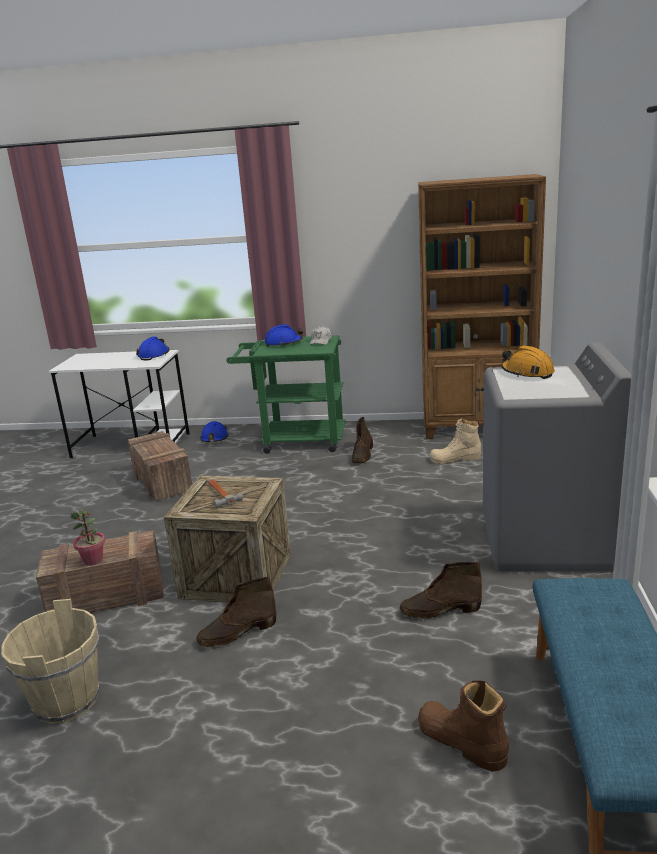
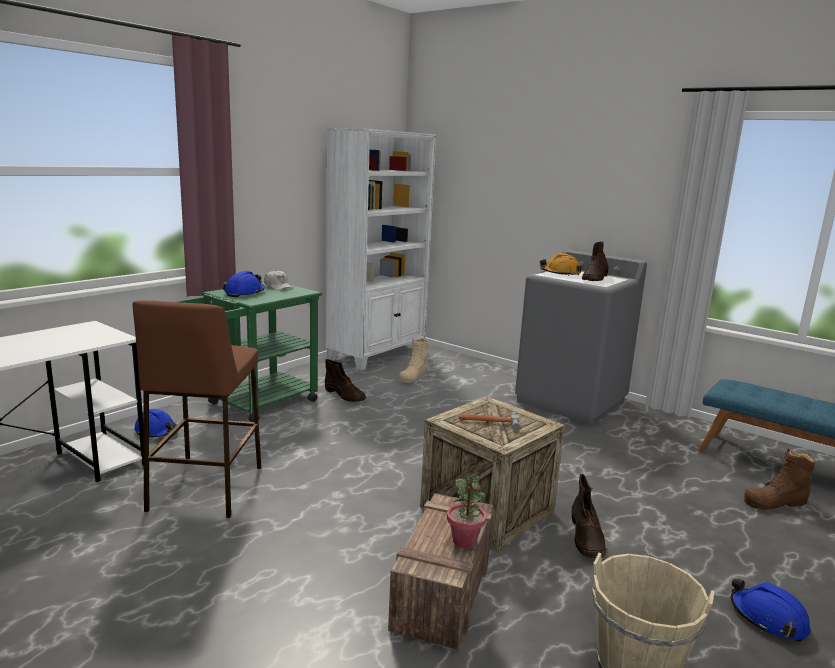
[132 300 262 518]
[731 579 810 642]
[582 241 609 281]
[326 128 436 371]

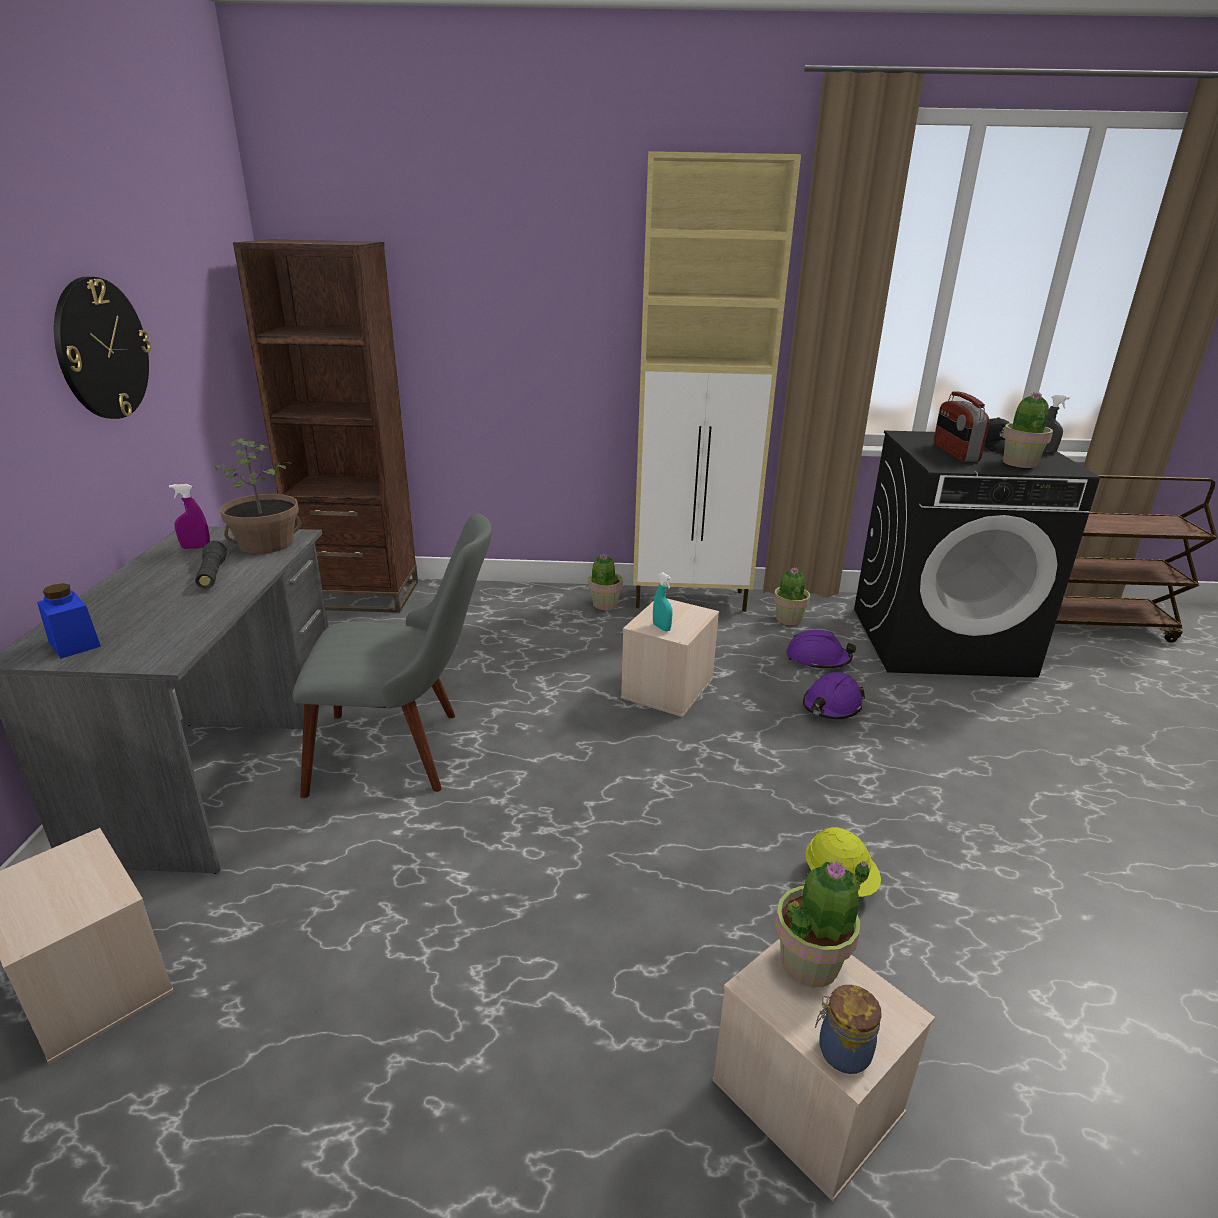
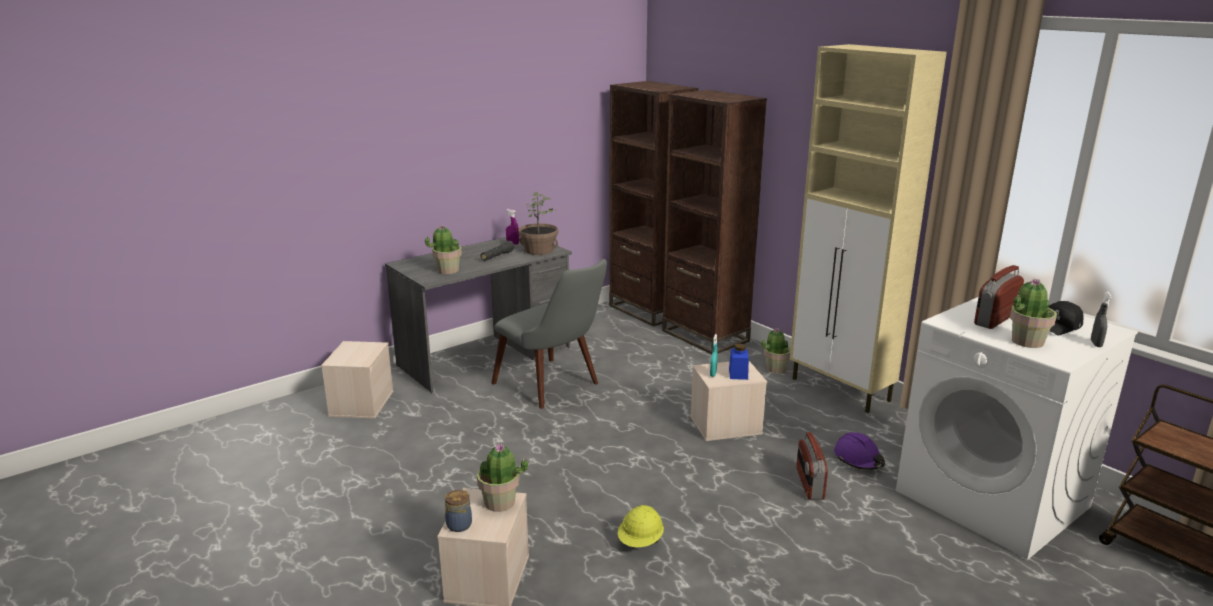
[729 344 749 380]
[54 277 151 419] (first image)
[425 225 462 274]
[796 432 828 500]
[896 297 1138 560]
[662 90 767 354]

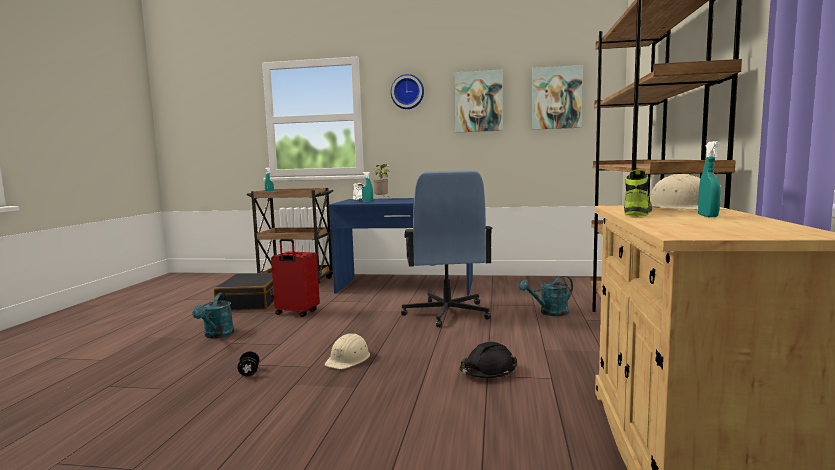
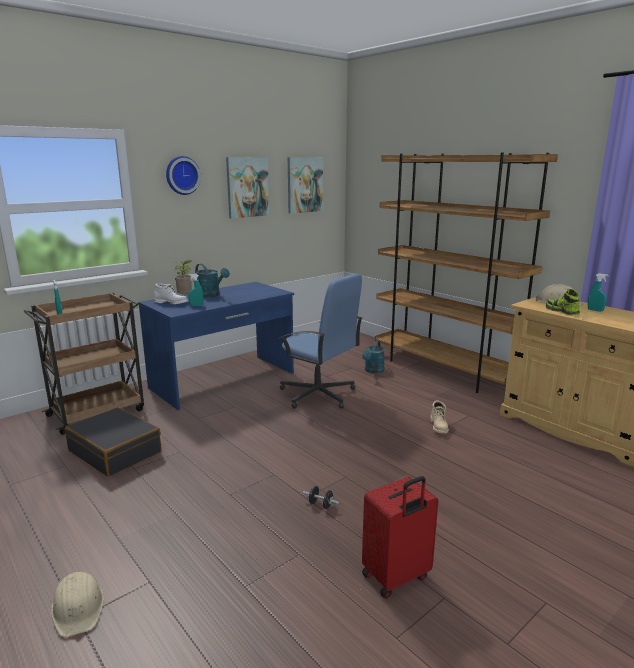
[195 264 230 297]
[362 476 438 599]
[51 572 104 637]
[430 401 449 434]

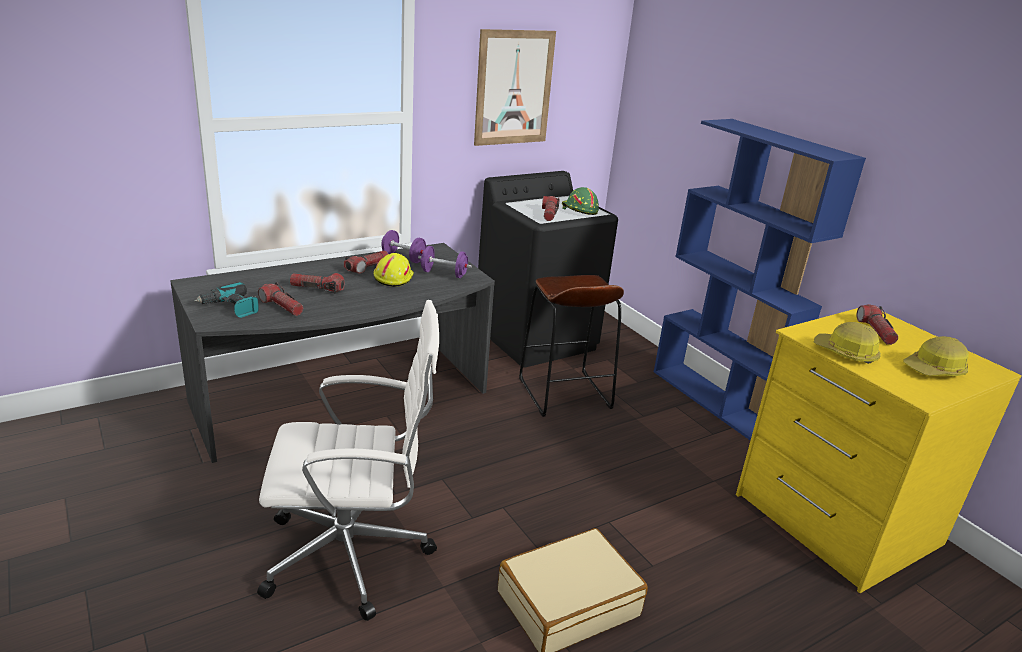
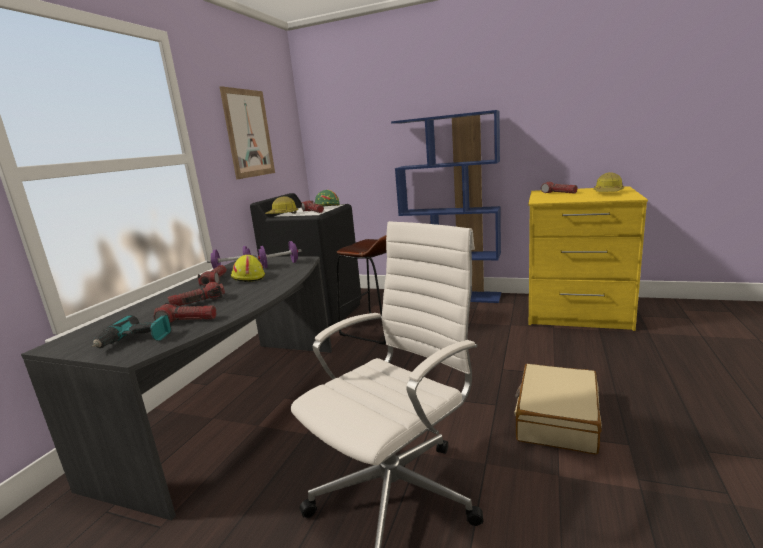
[265 196 298 214]

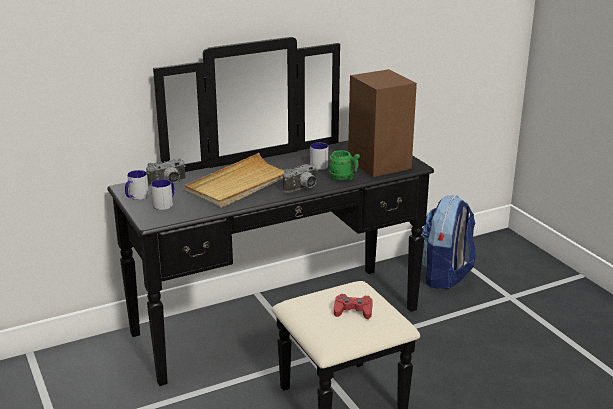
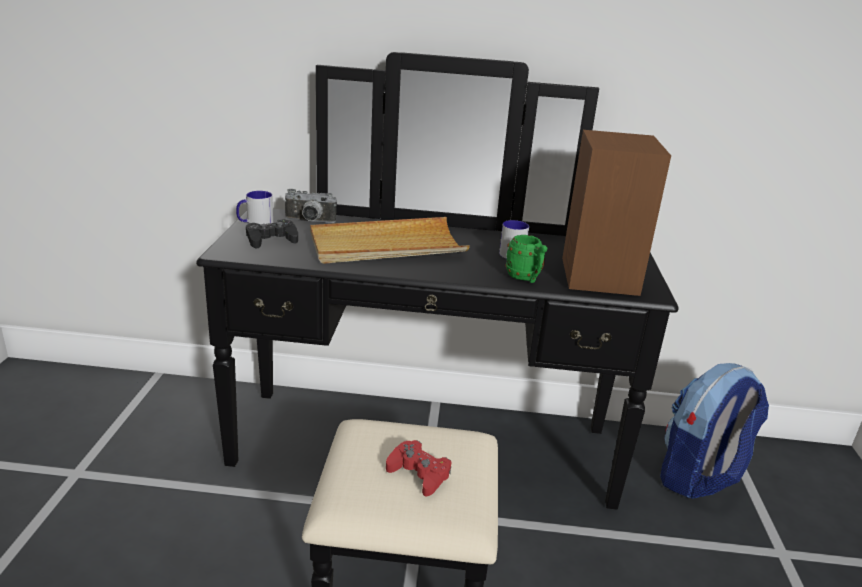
[246 219 298 248]
[283 163 318 193] (first image)

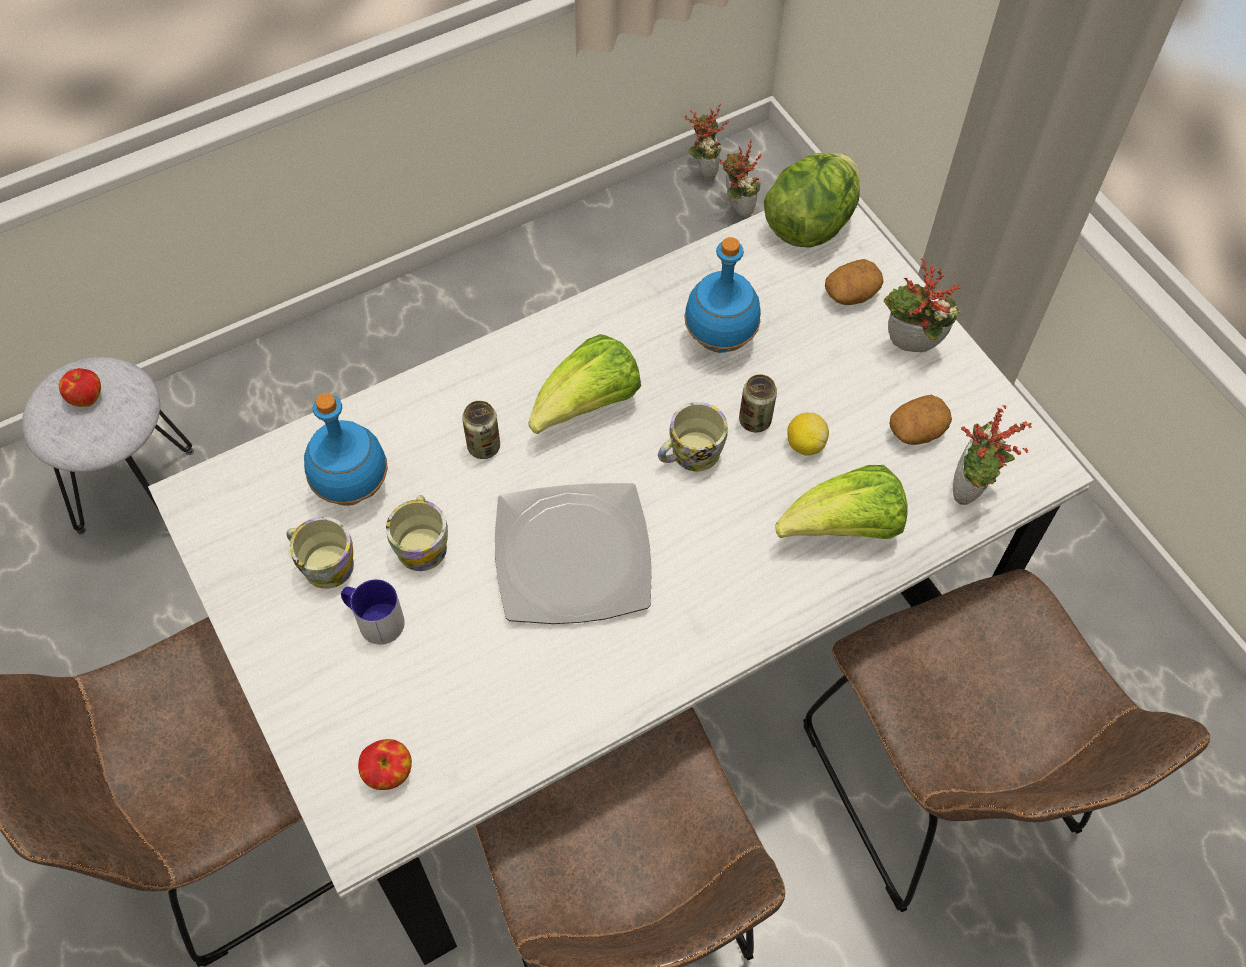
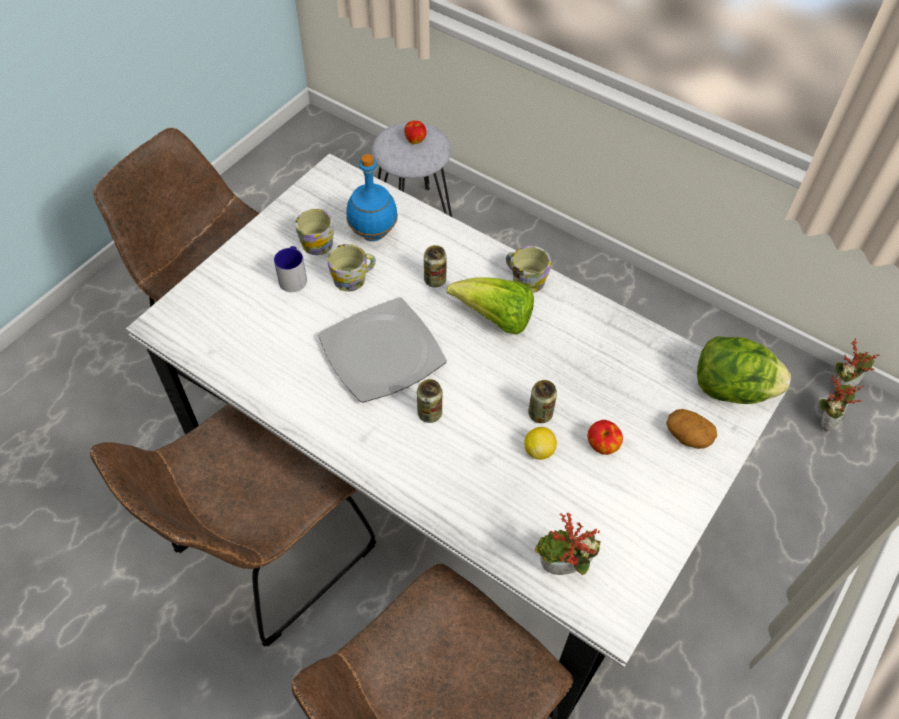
[588 420 623 455]
[506 246 551 293]
[684 237 761 353] (first image)
[775 465 908 539] (first image)
[884 258 961 352] (first image)
[889 395 952 445] (first image)
[417 379 442 423]

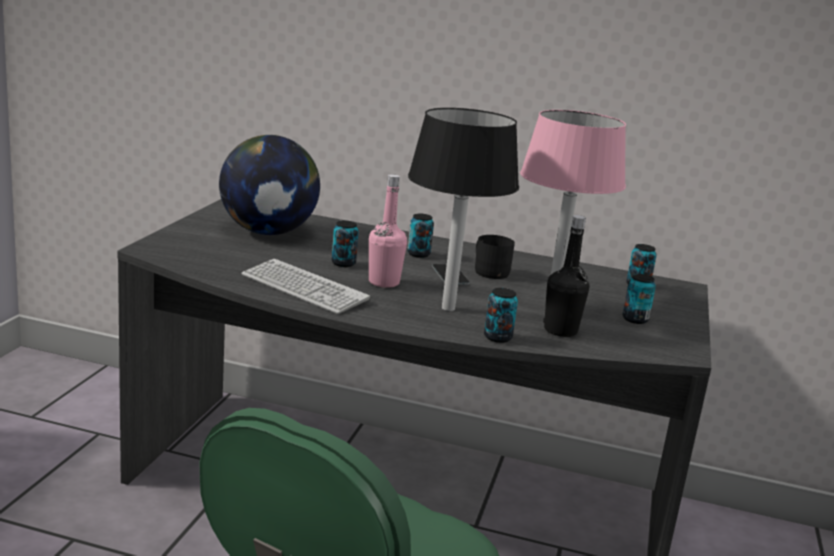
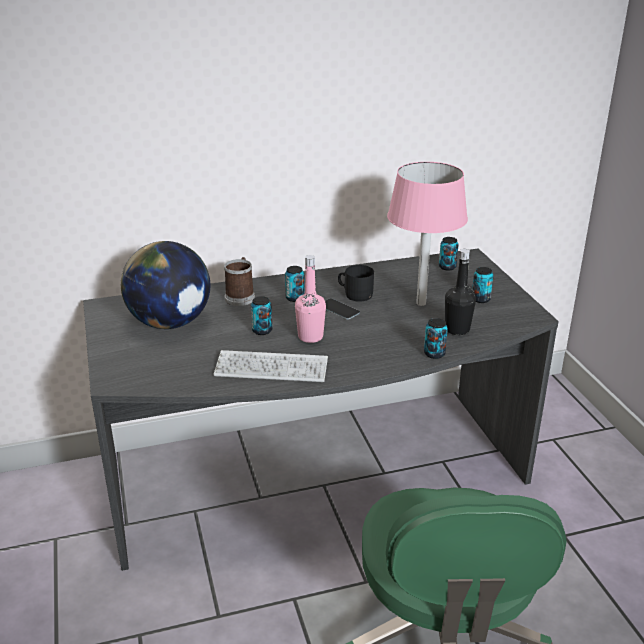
[408 108 519 311] (first image)
[224 257 255 306]

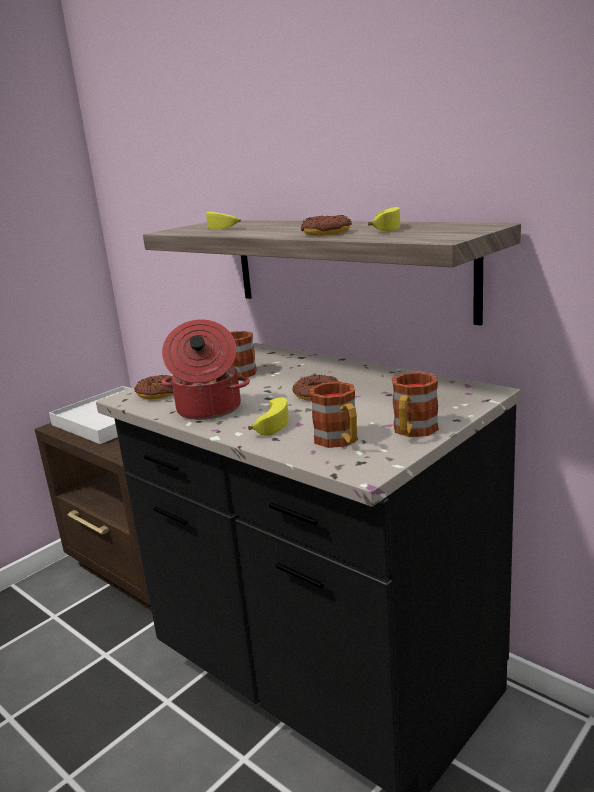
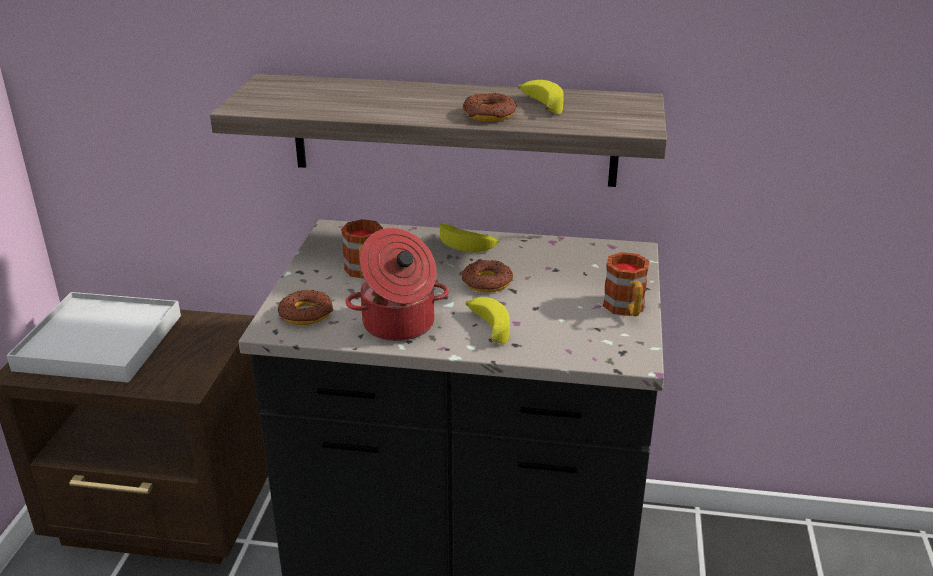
[440 224 500 252]
[310 382 358 448] (first image)

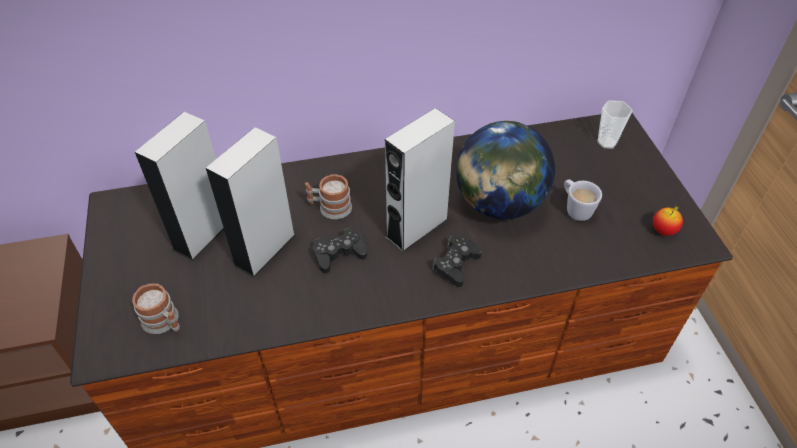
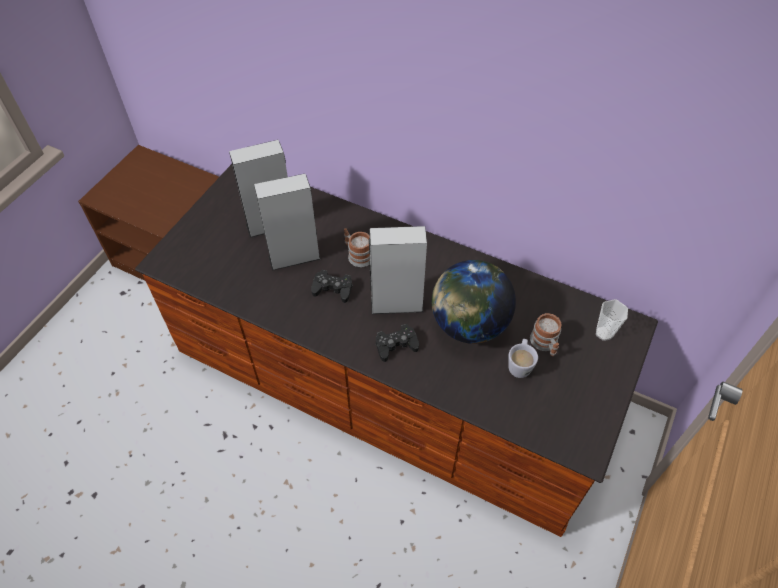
[530 313 561 356]
[653 206 683 236] (first image)

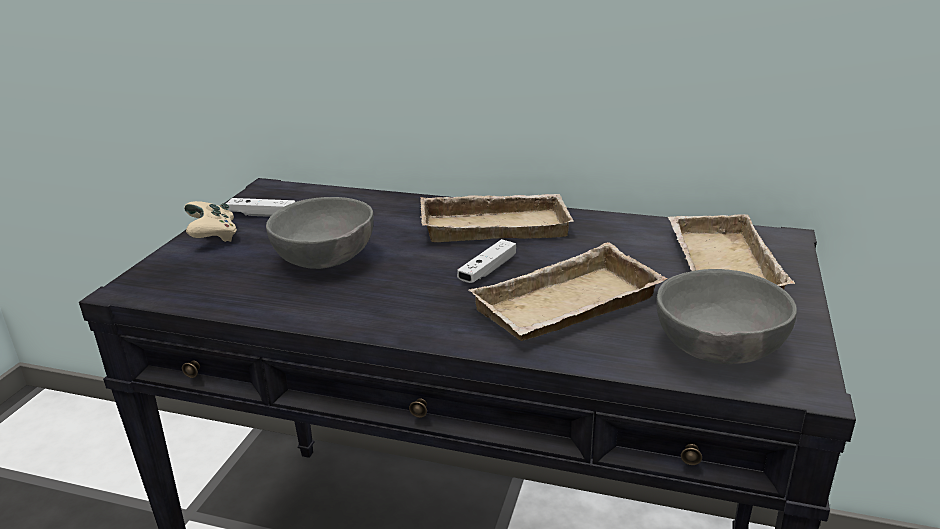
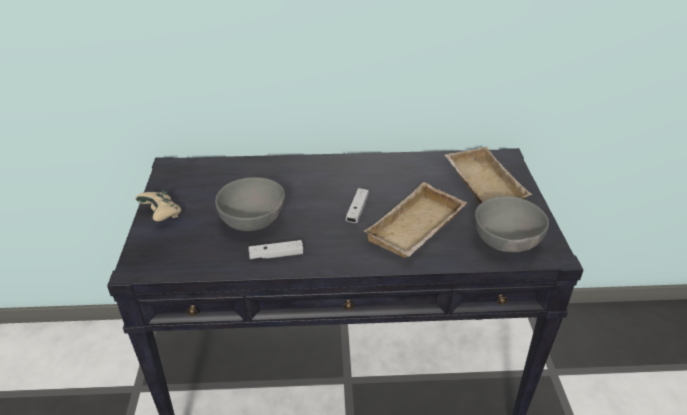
[249 240 303 259]
[420 194 574 242] (first image)

